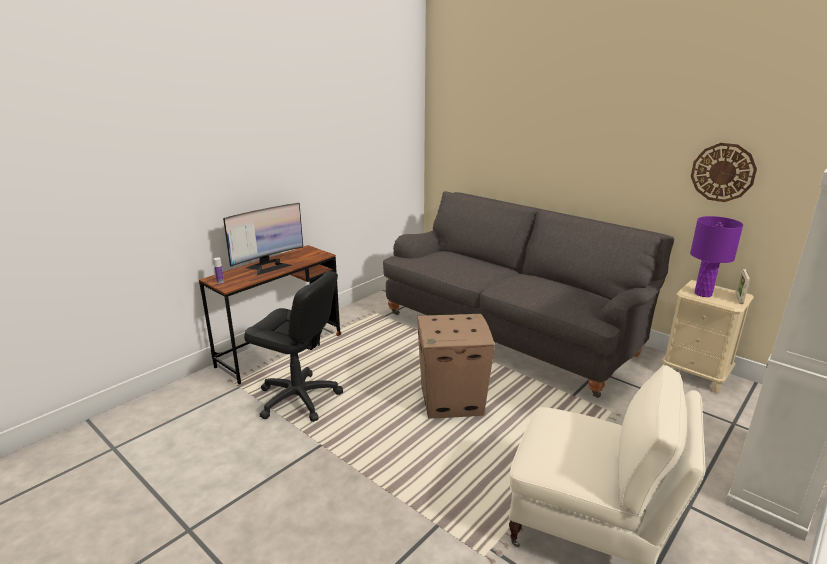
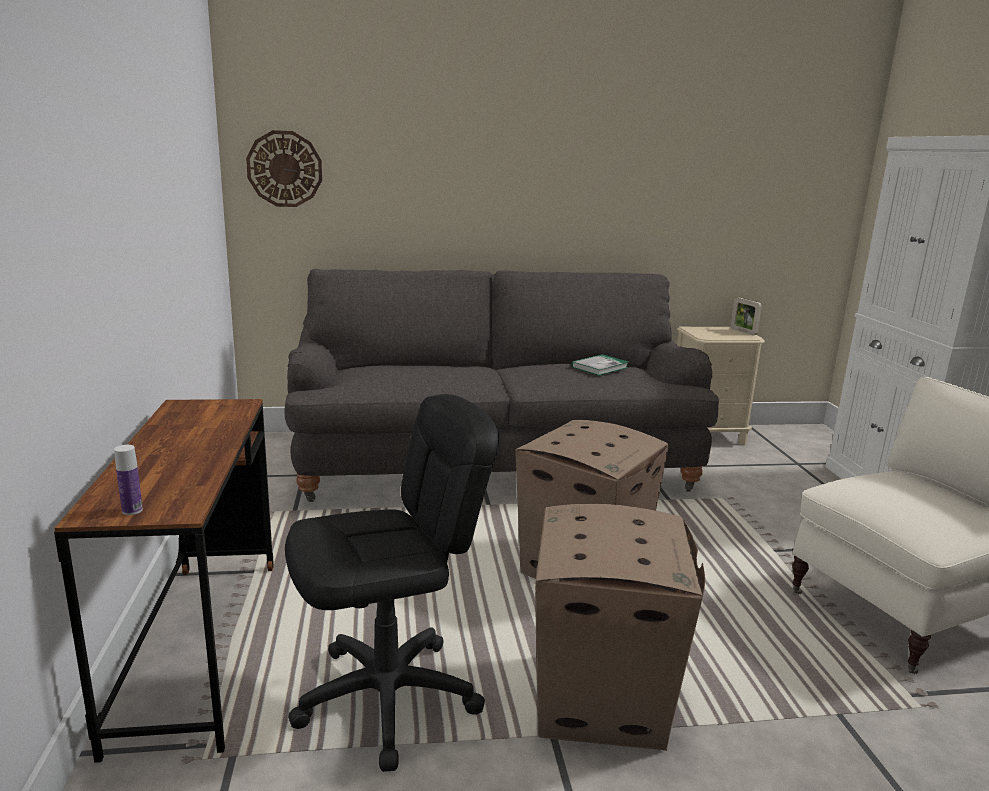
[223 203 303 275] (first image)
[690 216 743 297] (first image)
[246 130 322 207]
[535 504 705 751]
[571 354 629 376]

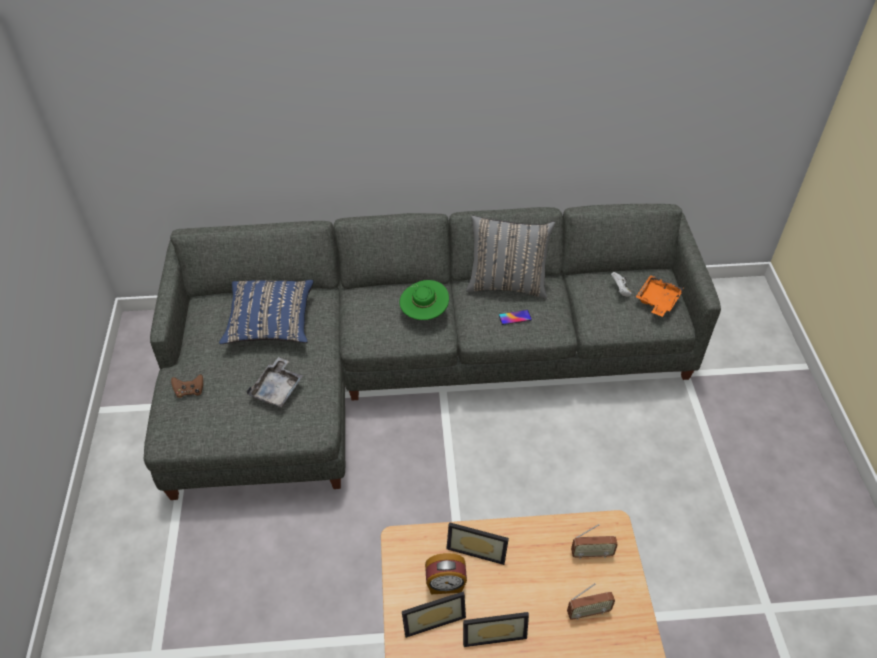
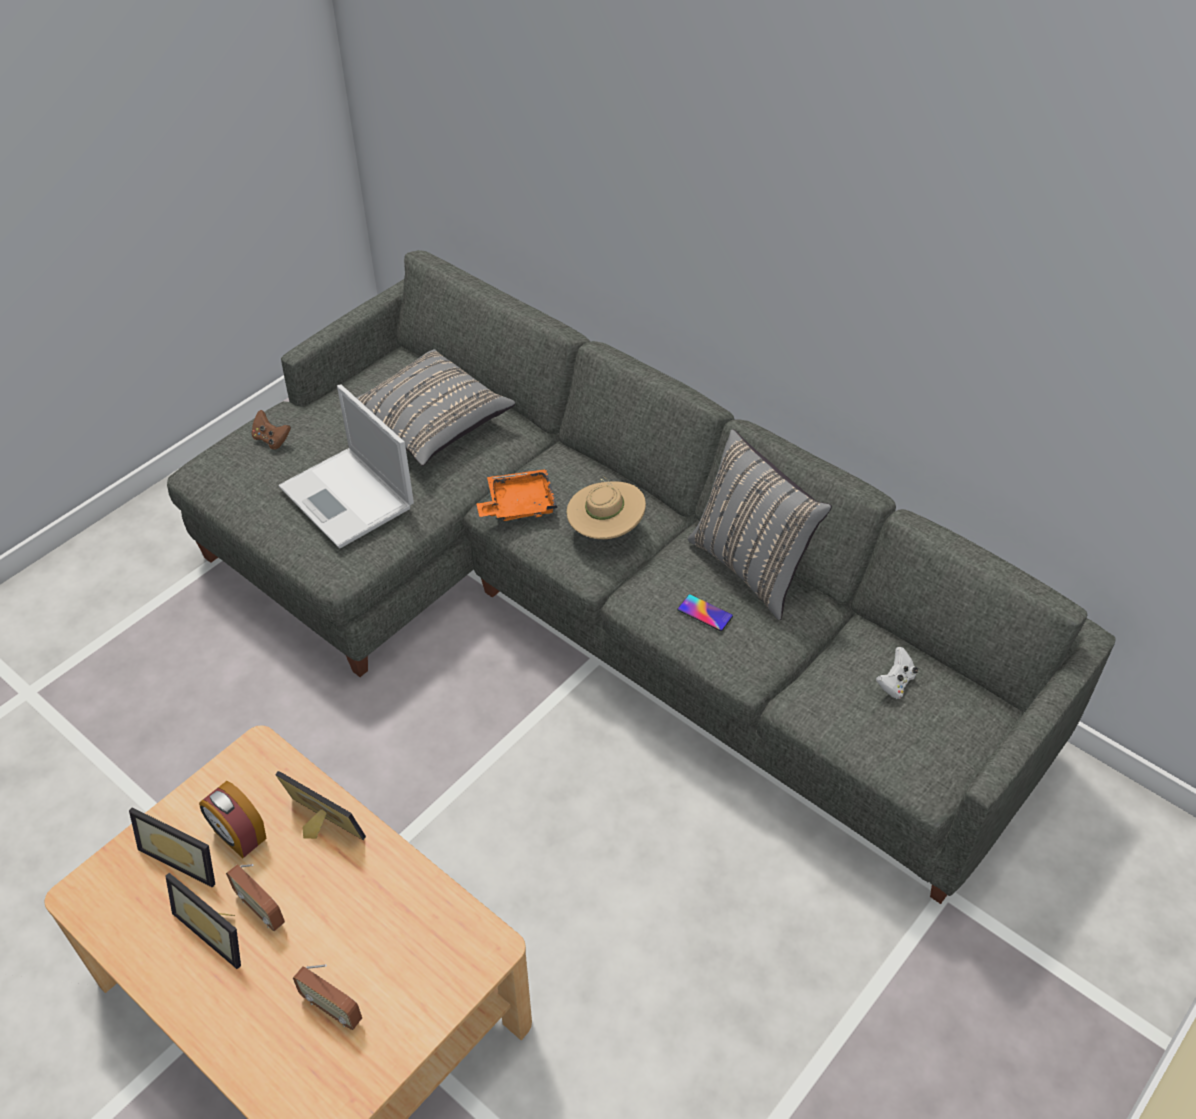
[356 349 515 466]
[278 384 414 548]
[566 476 646 539]
[275 771 366 840]
[226 864 285 931]
[476 469 557 521]

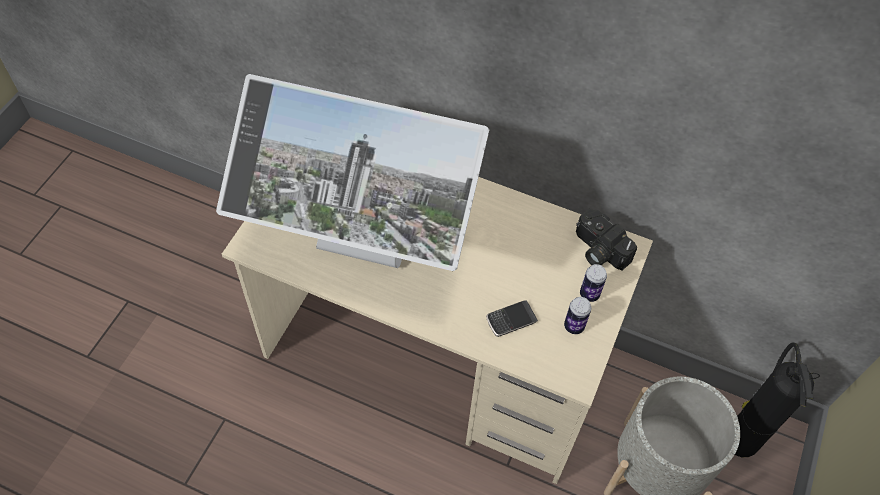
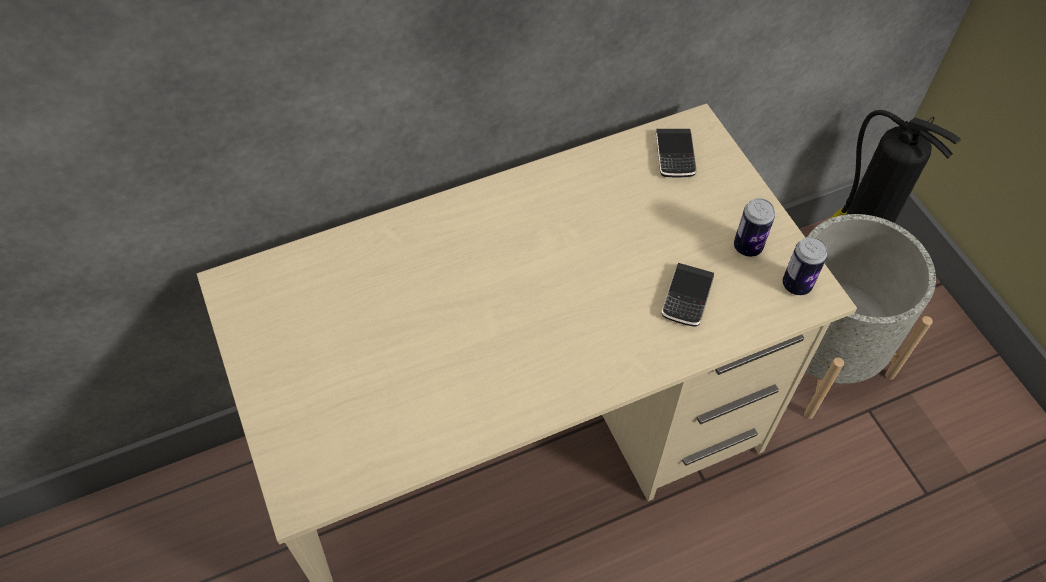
[216 74 489 271] (first image)
[656 129 696 177]
[783 237 827 295]

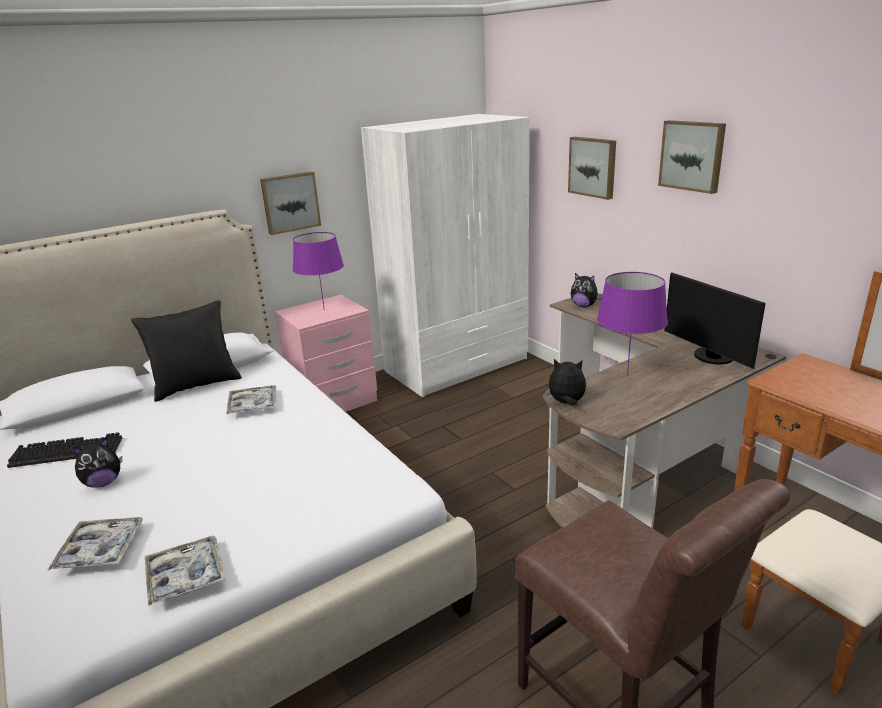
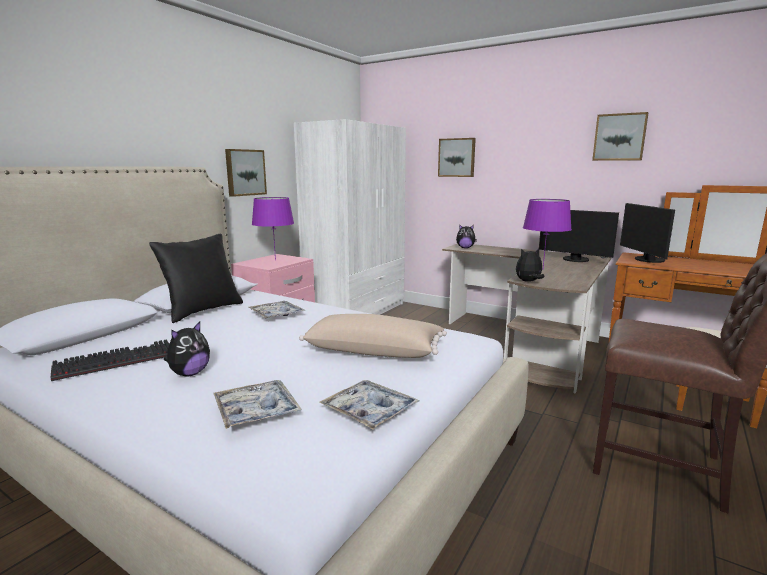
[592 112 649 161]
[299 314 447 358]
[620 203 675 263]

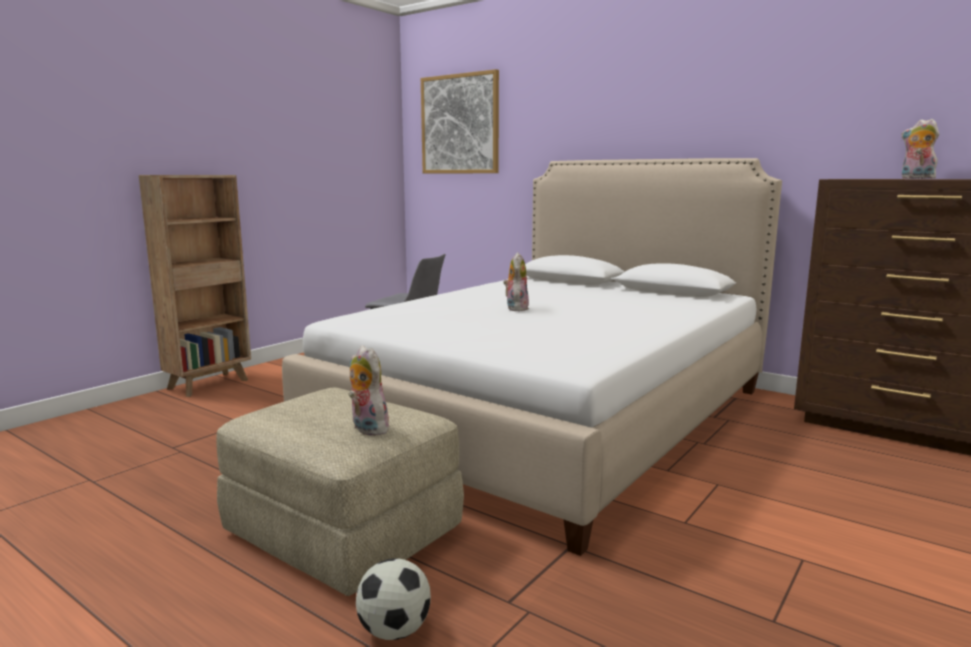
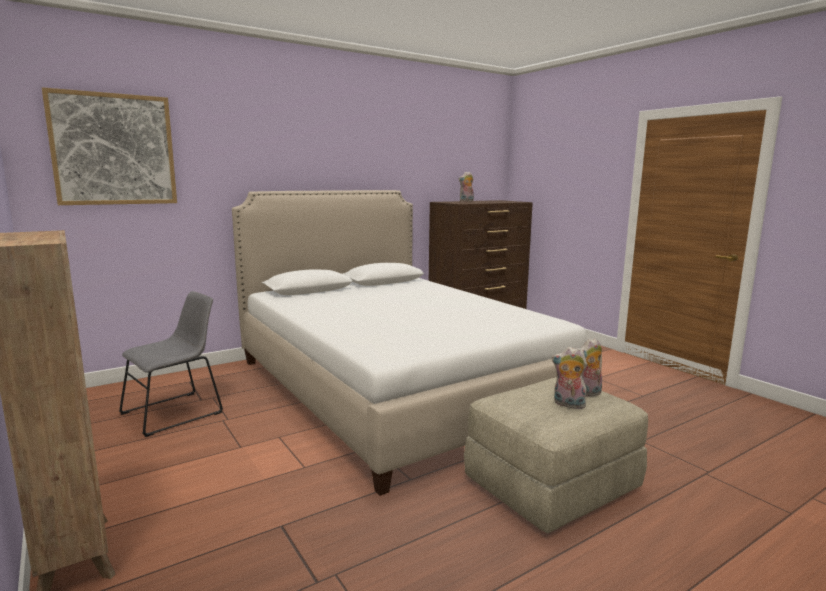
[356 558 431 640] (first image)
[552 347 587 409]

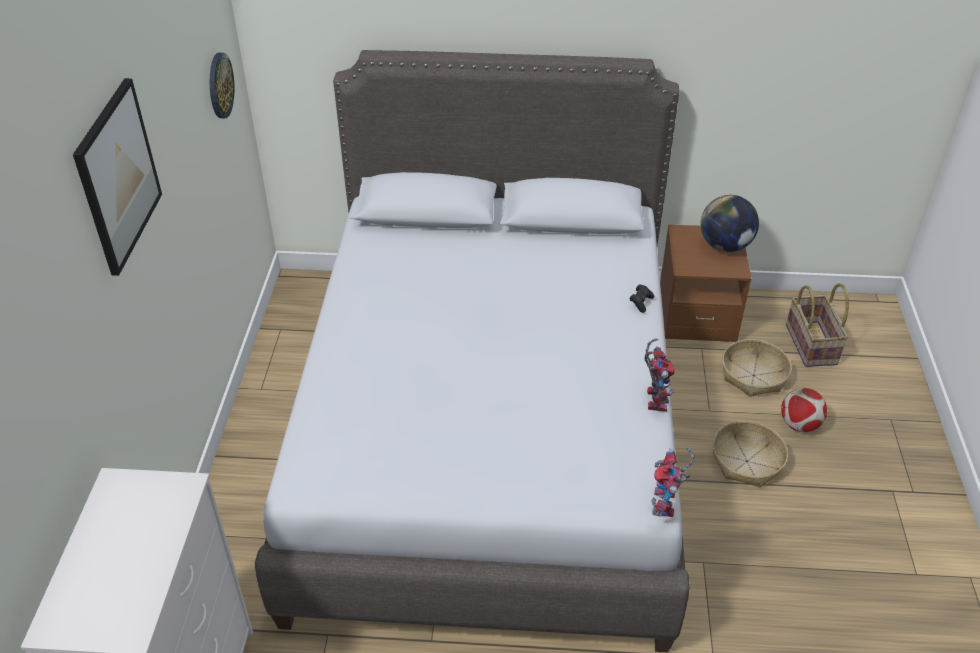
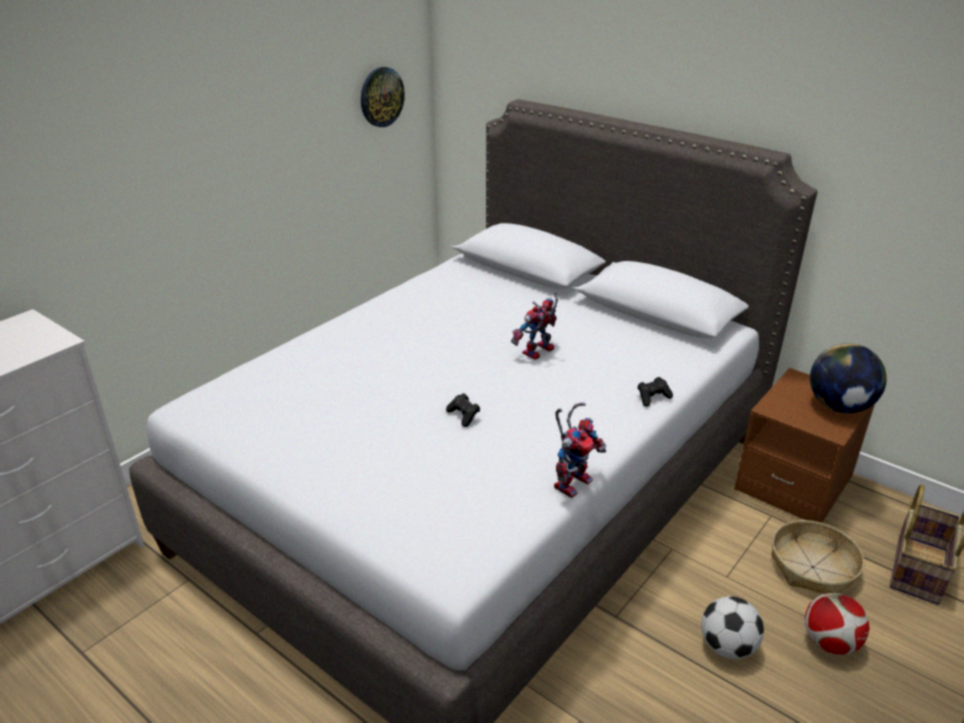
[73 78 162 276] (first image)
[511 291 558 360]
[701 596 764 659]
[446 393 480 427]

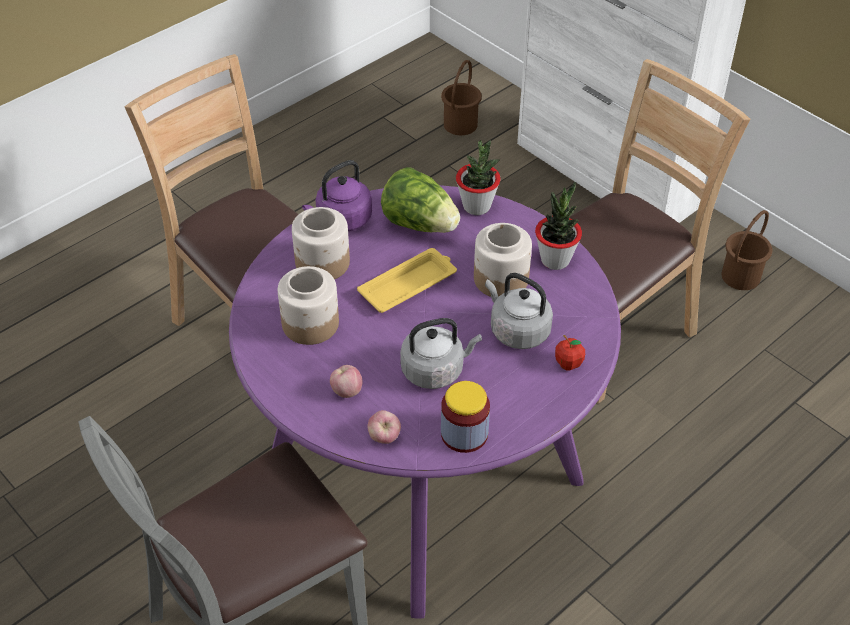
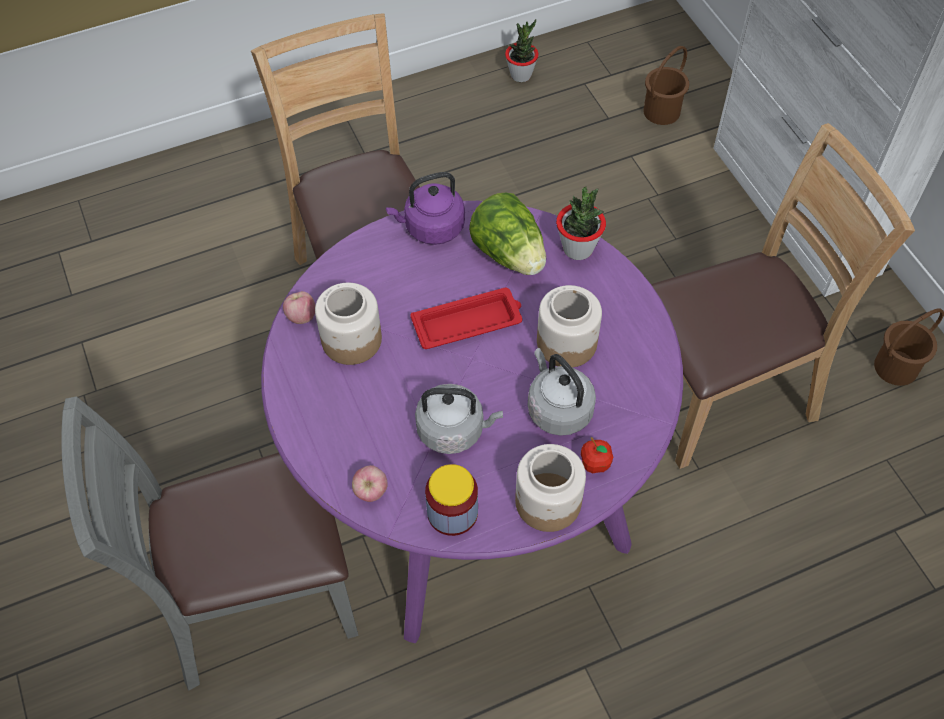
[515 444 586 532]
[283 291 315 324]
[411 288 522 349]
[505 19 539 82]

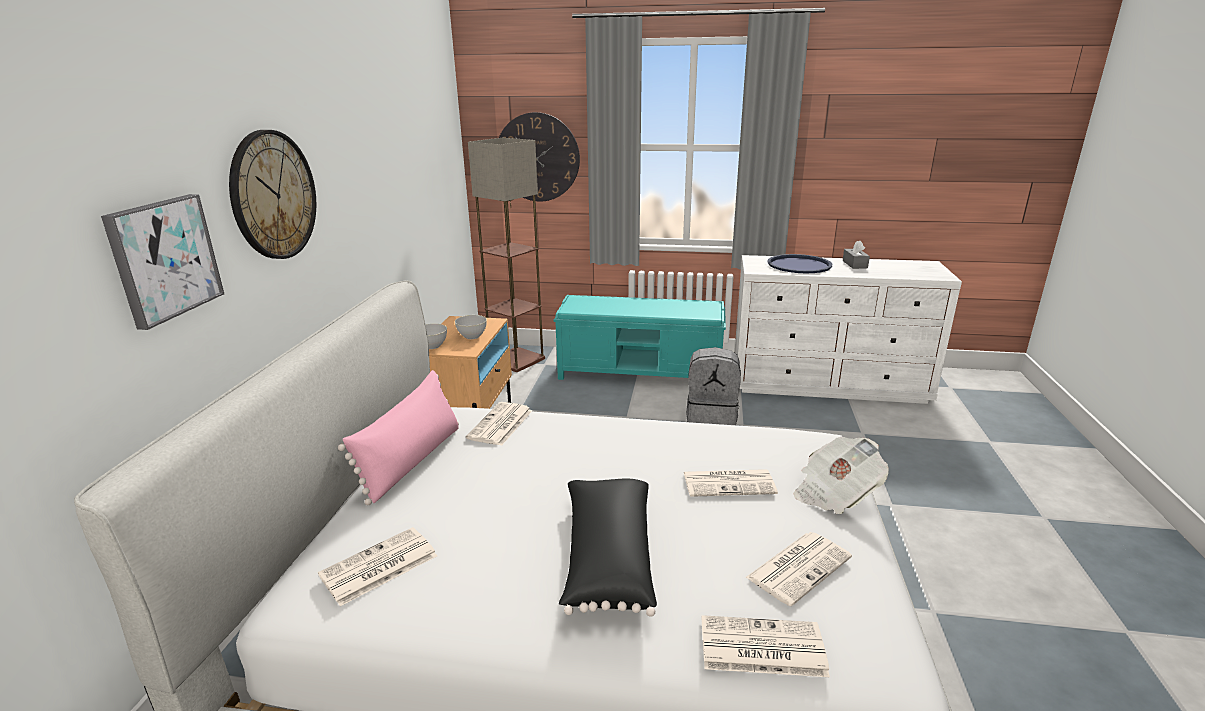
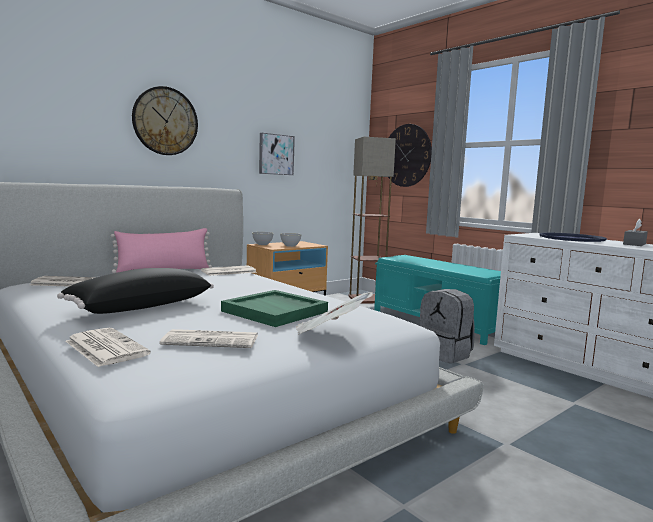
[259 133 295 175]
[221 290 328 327]

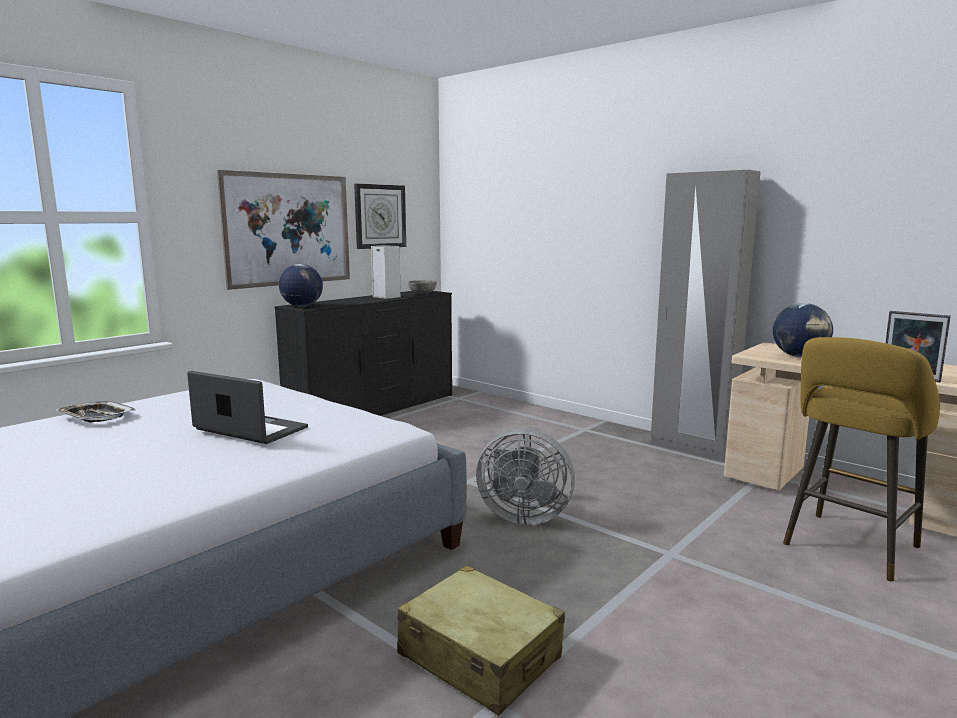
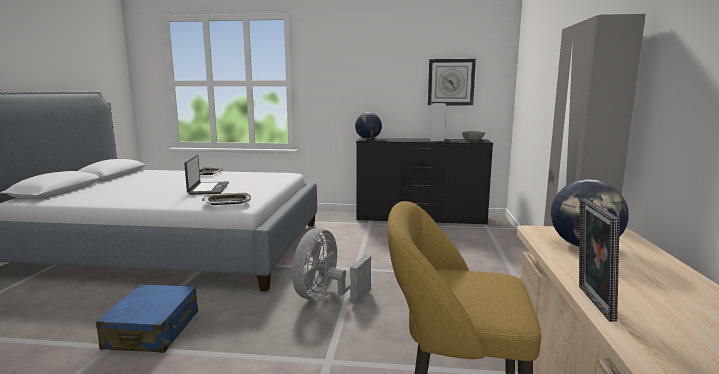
[217 170 350 290] (first image)
[96 284 198 353]
[292 228 371 304]
[202 192 251 205]

